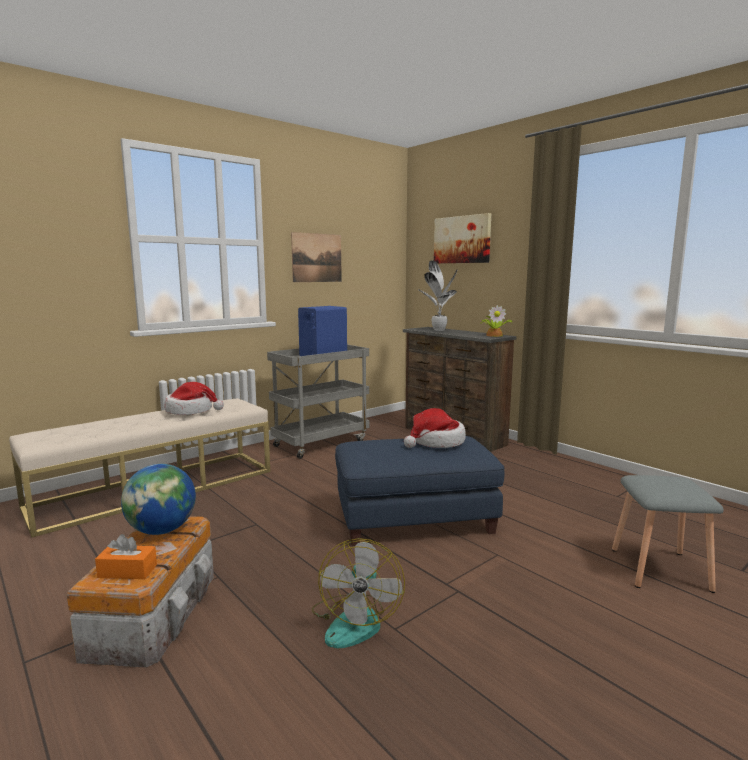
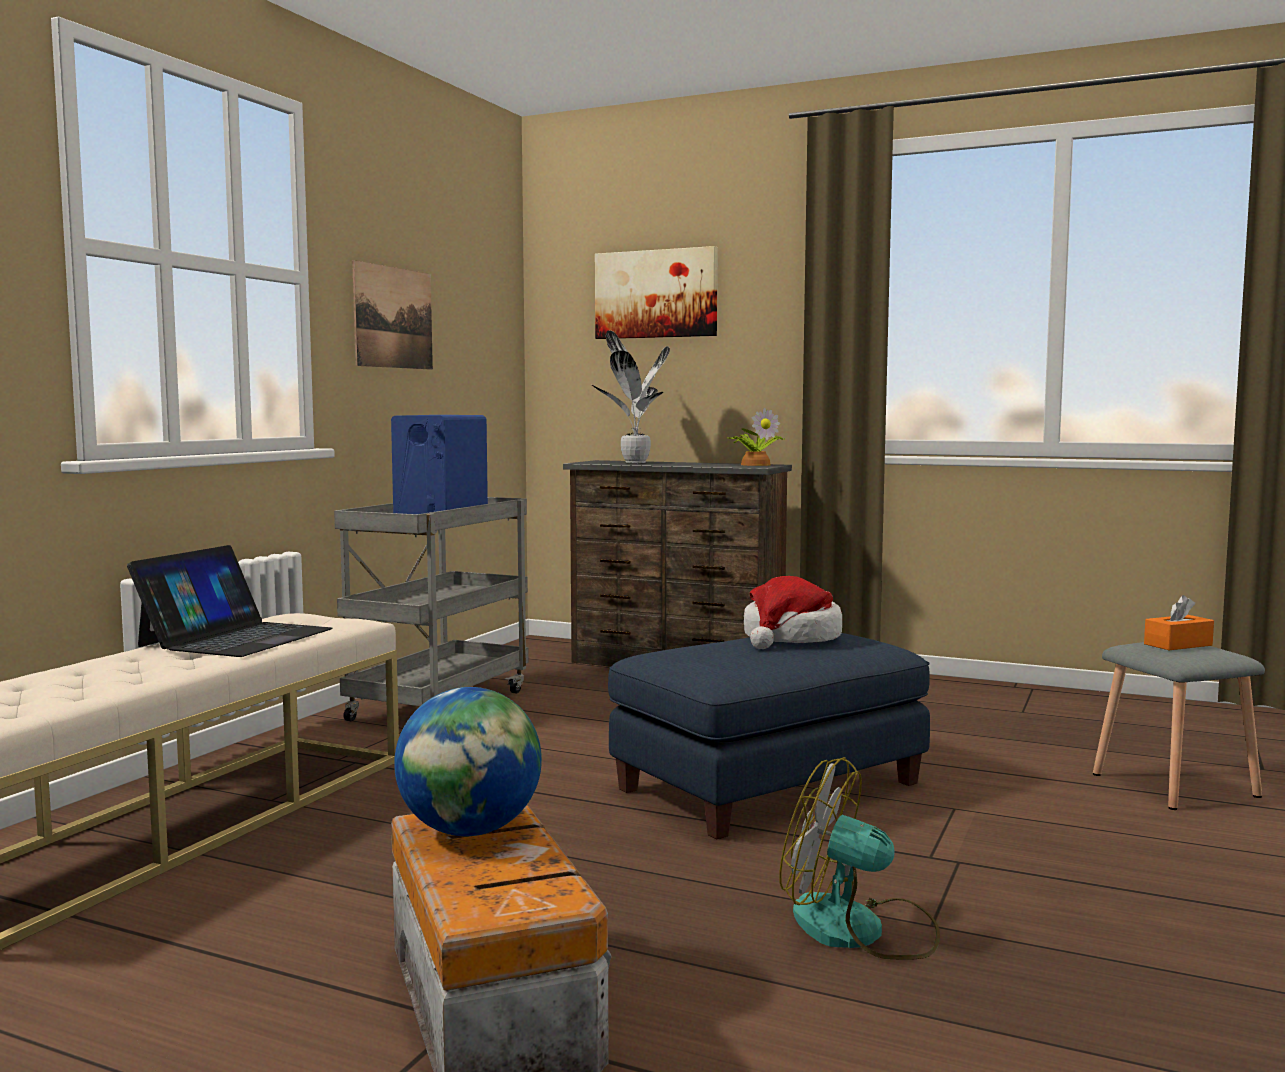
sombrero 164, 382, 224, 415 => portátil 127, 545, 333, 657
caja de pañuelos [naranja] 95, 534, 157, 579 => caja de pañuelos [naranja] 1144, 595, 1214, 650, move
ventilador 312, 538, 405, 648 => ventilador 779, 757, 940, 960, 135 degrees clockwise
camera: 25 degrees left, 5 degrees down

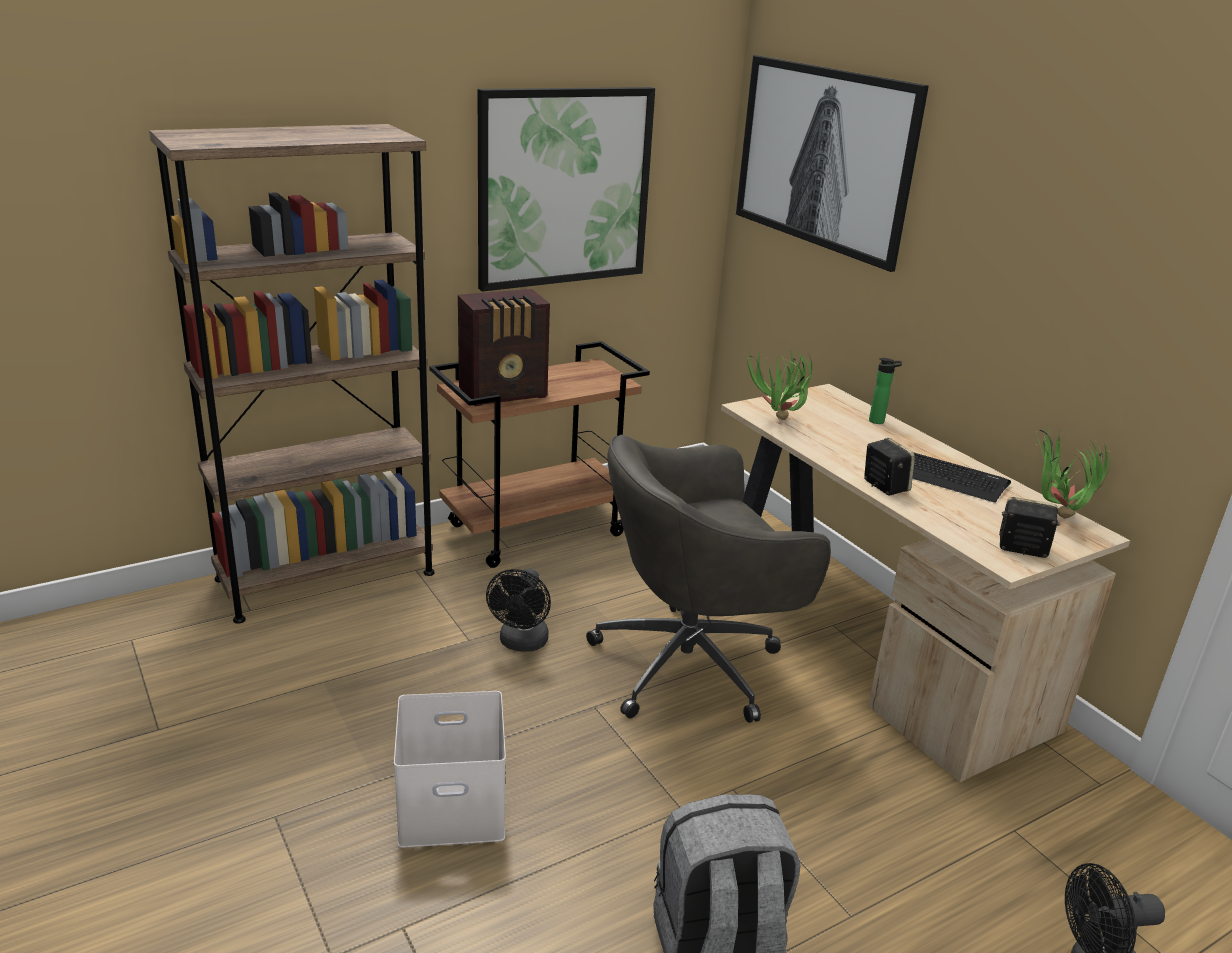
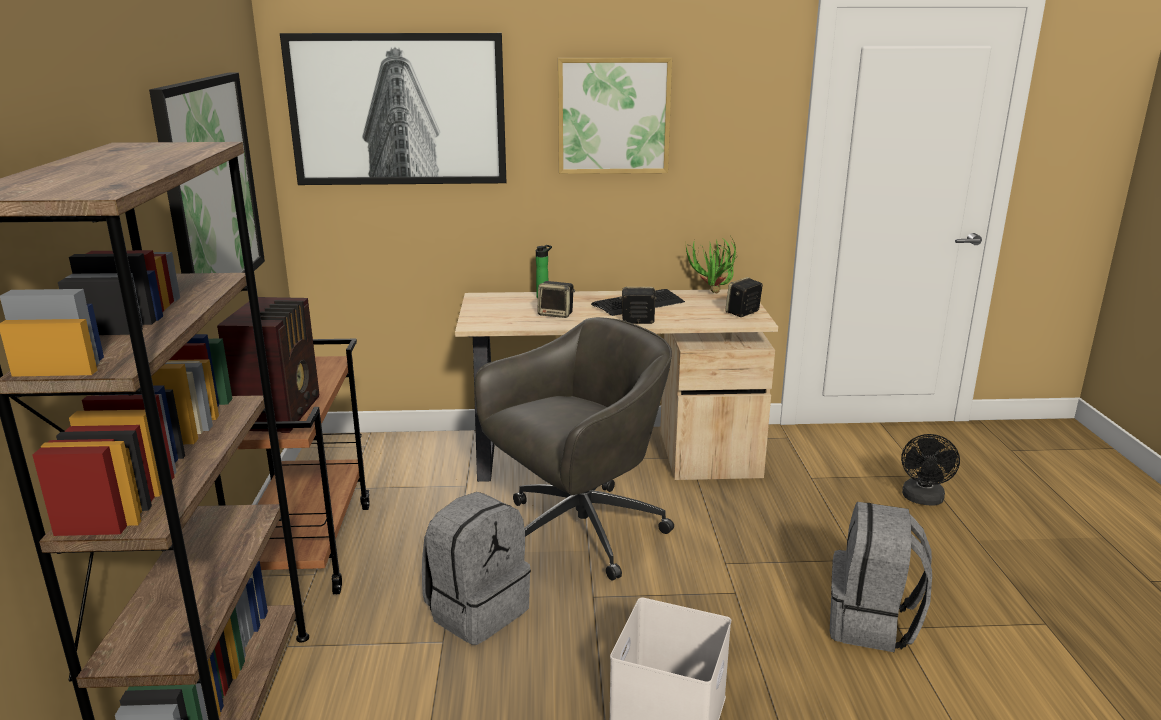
planta en maceta 747, 350, 812, 420 => nothing
silla de oficina [gris] 586, 435, 831, 723 => silla de oficina [gris] 474, 317, 674, 580, 135 degrees counterclockwise
ventilador [negro] 486, 569, 551, 652 => mochila [gris] 422, 492, 531, 645
nothing => cuadro 558, 58, 672, 174
nothing => altavoz 537, 281, 575, 318
camera: 60 degrees left, 5 degrees down

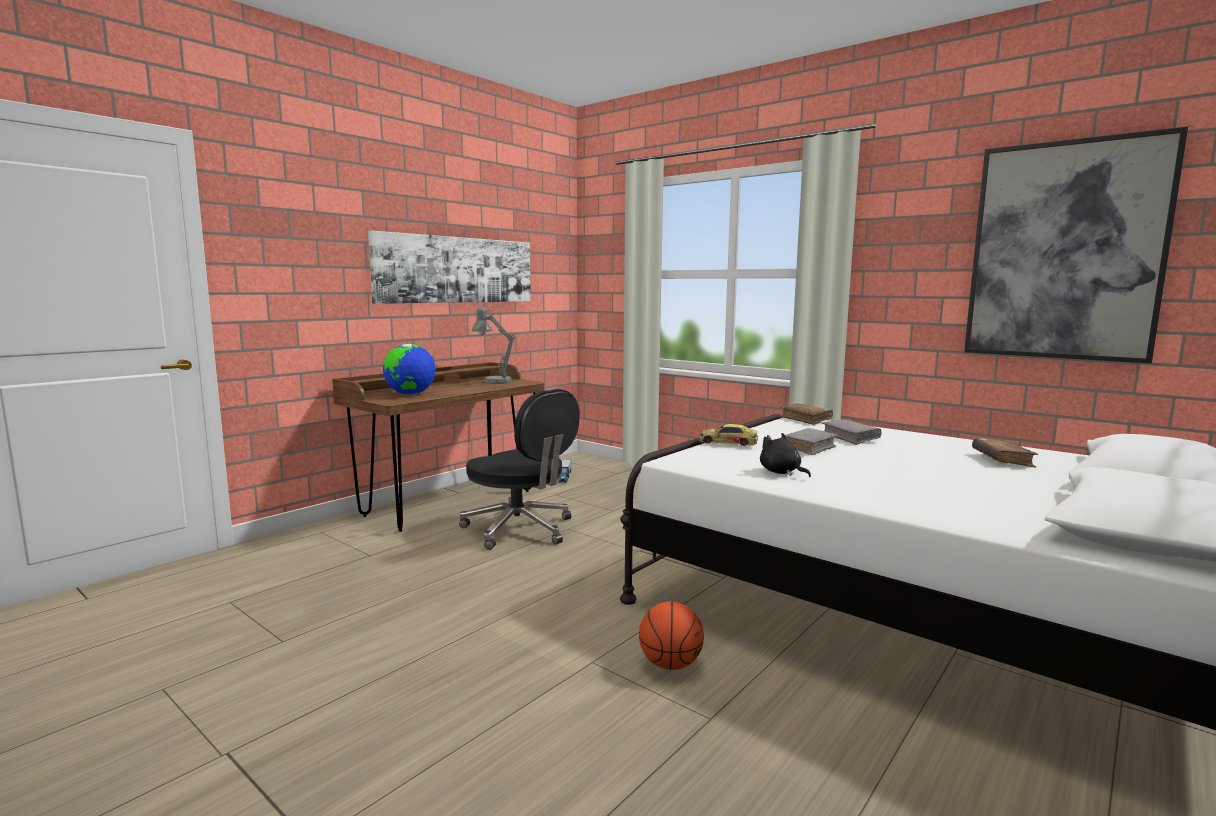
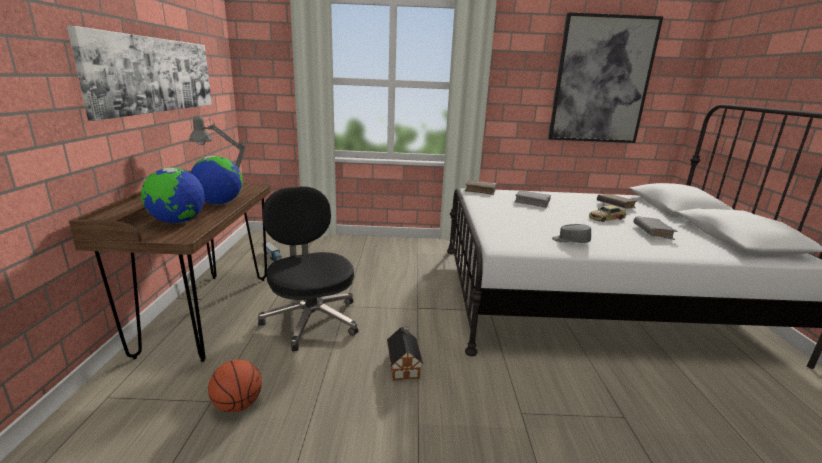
silla de oficina [negro] 459, 389, 580, 550 => silla de oficina [negro] 258, 186, 358, 352, 120 degrees counterclockwise
coche de juguete 699, 424, 758, 446 => coche de juguete 589, 205, 626, 222, move
libro [gris] 781, 428, 838, 455 => libro [gris] 633, 216, 677, 240, move
peluche [negro] 760, 433, 811, 477 => gorra [gris] 552, 224, 591, 243
balón de baloncesto 639, 602, 704, 670 => balón de baloncesto 208, 360, 262, 412, move
nothing => globo terráqueo 190, 156, 243, 205
nothing => casita 387, 327, 423, 381
camera: 40 degrees left, 10 degrees up

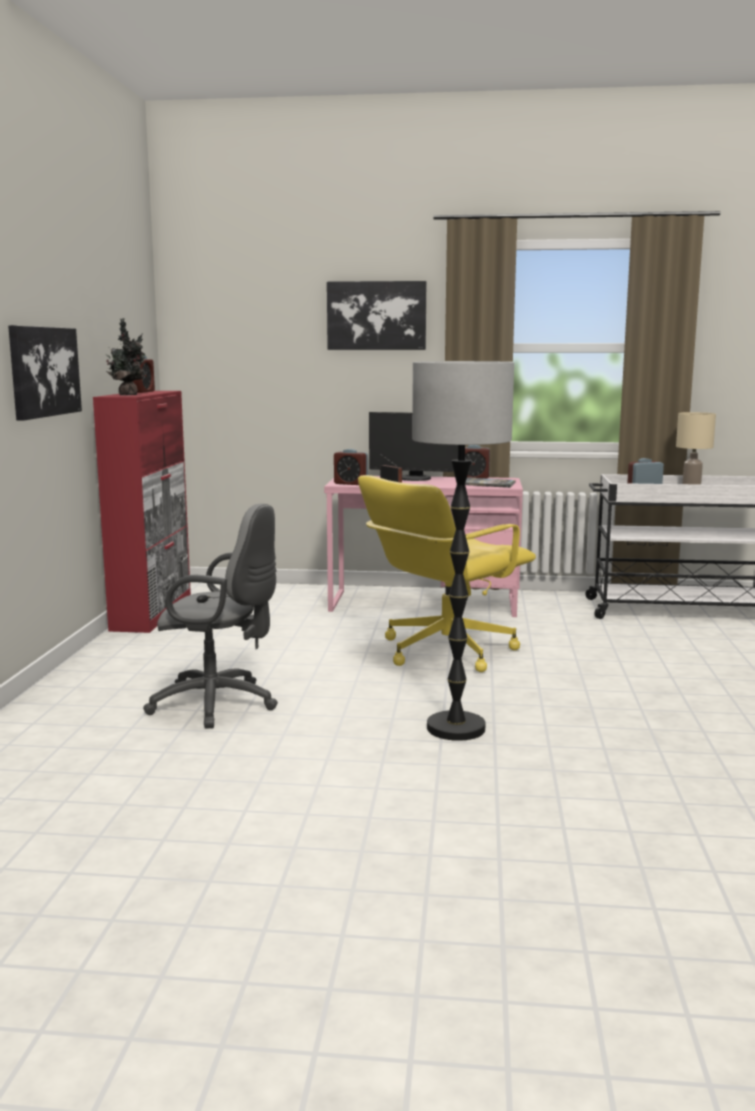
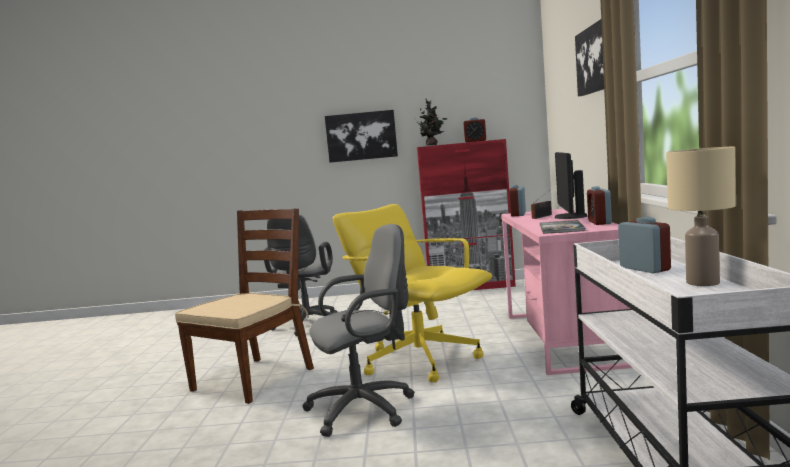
lámpara de pie 412, 361, 514, 741 => silla [marrón] 175, 208, 314, 404
nothing => silla de oficina [gris] 302, 224, 415, 437
camera: 85 degrees right, 5 degrees down

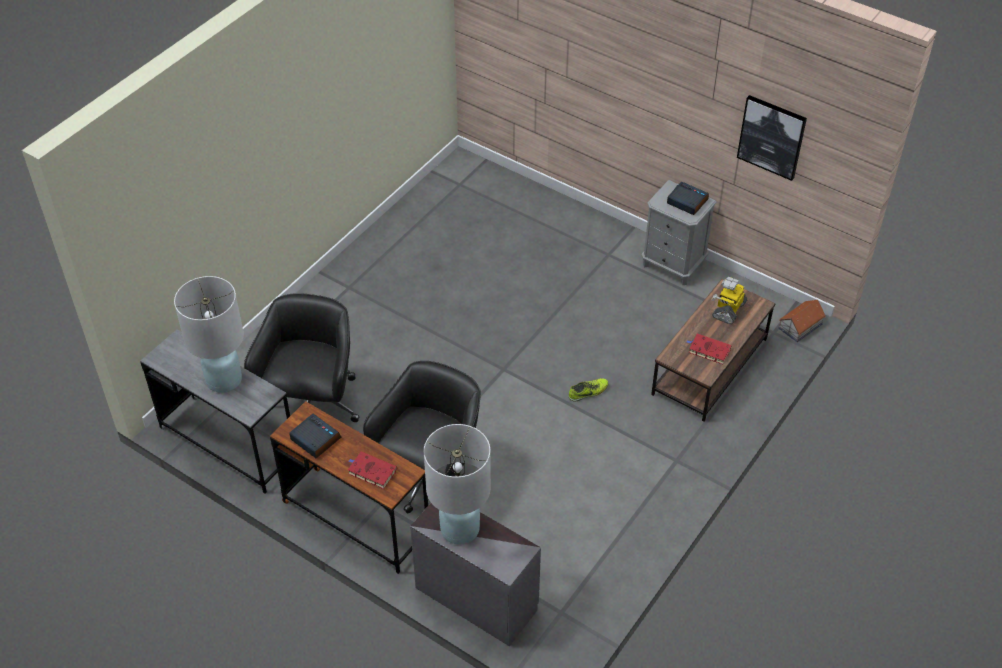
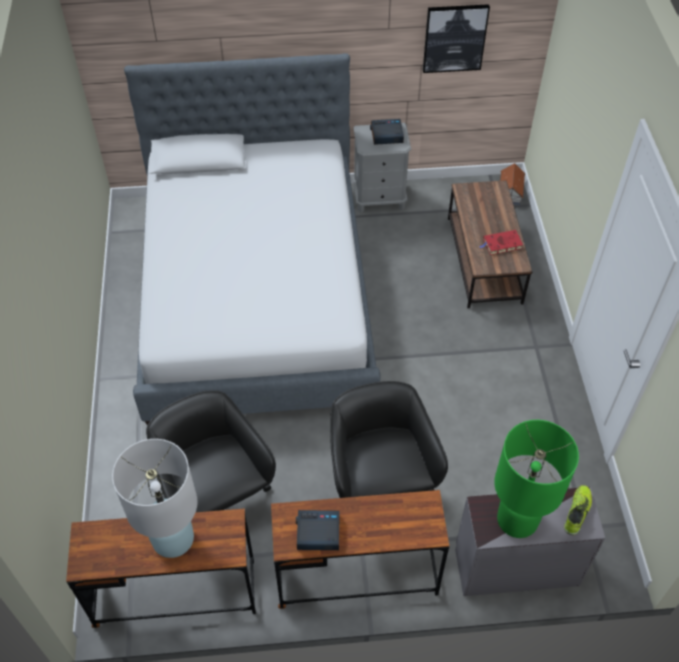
robot de juguete 711, 277, 747, 324 => nothing
escritorio [gris] 140, 330, 290, 493 => escritorio [marrón] 66, 508, 256, 628
zapato 569, 378, 609, 402 => zapato 564, 485, 592, 535, move
lámpara de mesa [blanco] 423, 424, 491, 544 => lámpara de mesa [verde] 494, 420, 579, 538
libro [rojo] 348, 451, 397, 489 => nothing
nothing => cama 124, 53, 381, 426
camera: 40 degrees left, 5 degrees up

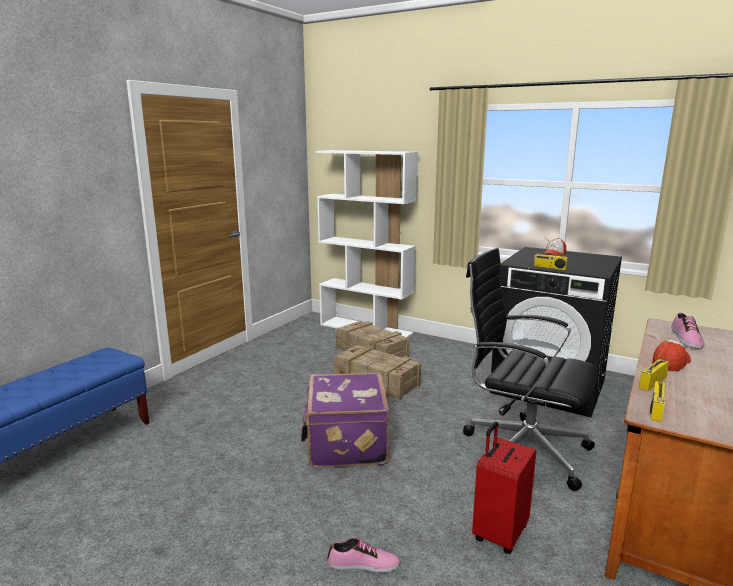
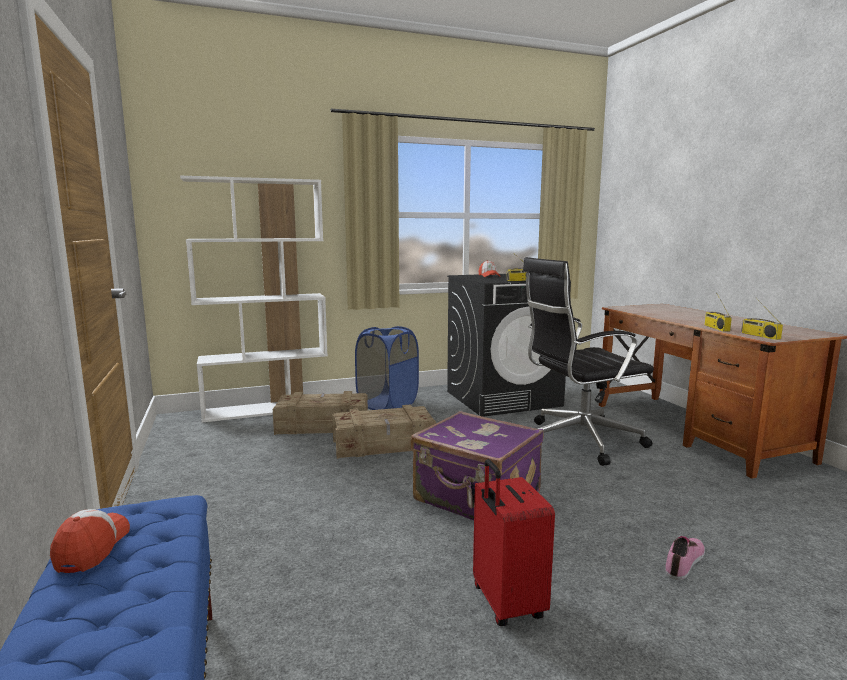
zapato 671, 313, 704, 349 => nothing
gorra 652, 340, 691, 371 => gorra 50, 509, 130, 573, move
maleta [rojo] 472, 422, 536, 554 => maleta [rojo] 473, 459, 555, 626, move
nothing => cesto de la ropa [azul] 355, 326, 419, 410
camera: 50 degrees left, 5 degrees down

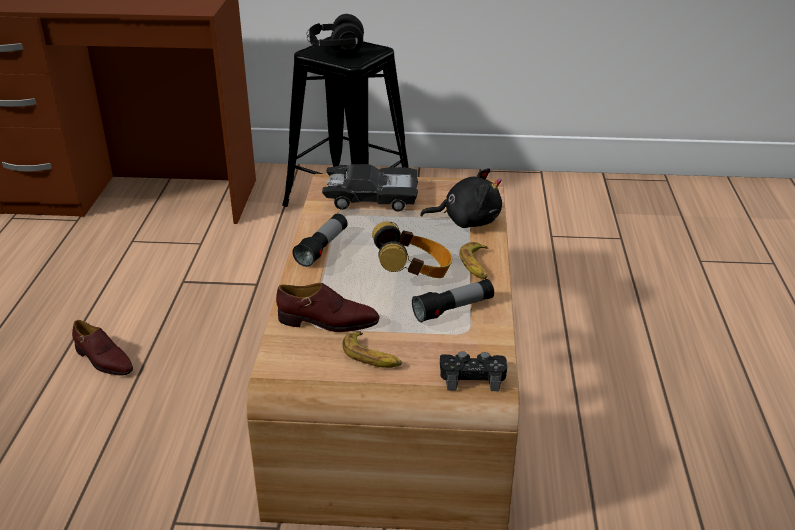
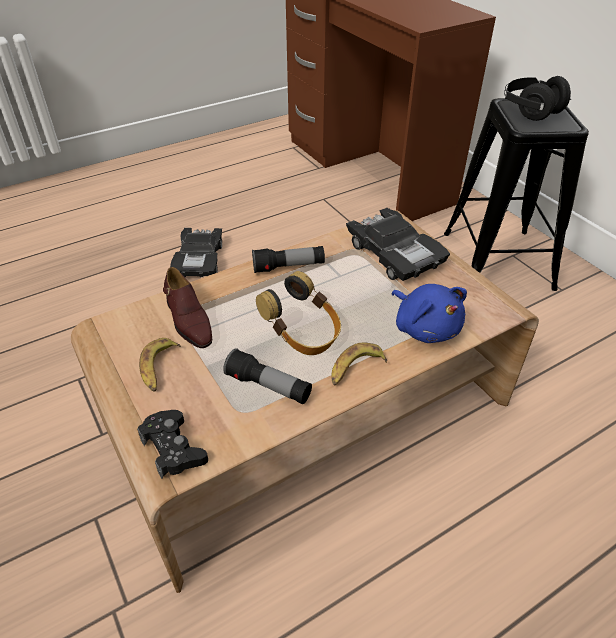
peluche [negro] 420, 168, 502, 228 => peluche [azul] 392, 284, 467, 343
zapato [marrón] 72, 320, 133, 376 => coche de juguete [negro] 170, 228, 222, 277
camera: 55 degrees right, 10 degrees up

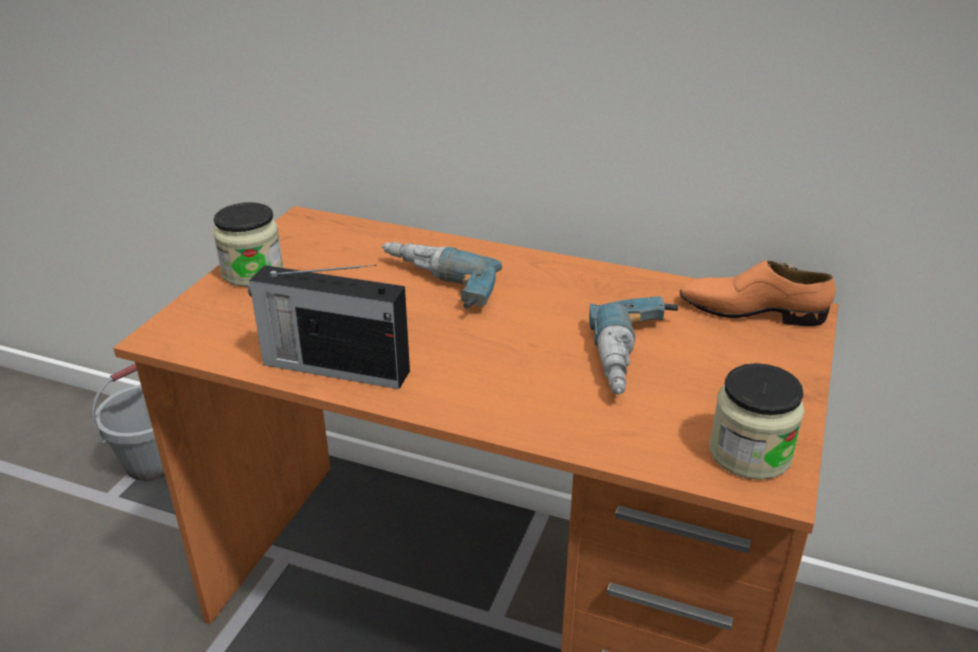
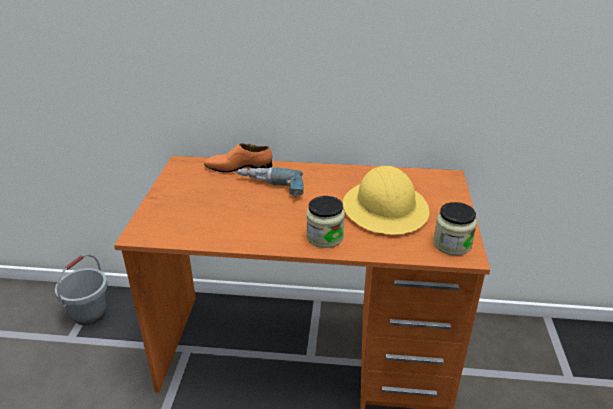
tarro 213, 202, 283, 287 => tarro 307, 196, 345, 248, move
zapato [naranja] 680, 260, 836, 326 => zapato [naranja] 204, 143, 272, 173, move
radio 248, 265, 410, 389 => nothing
taladro 589, 296, 678, 394 => casco [amarillo] 343, 166, 429, 235
camera: 15 degrees left, 0 degrees up

